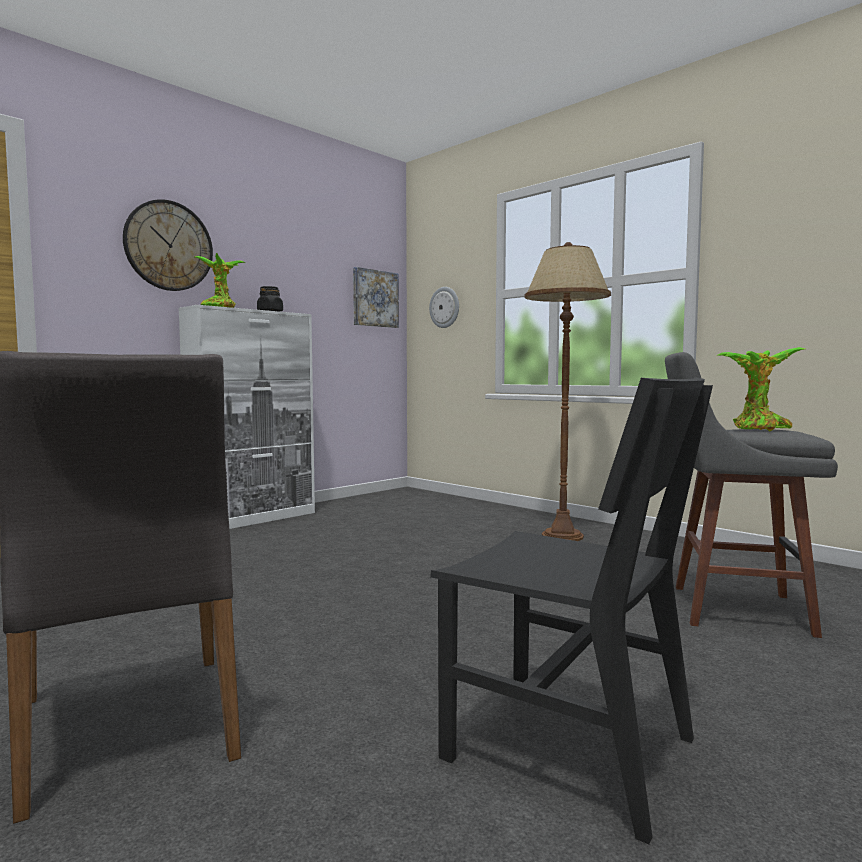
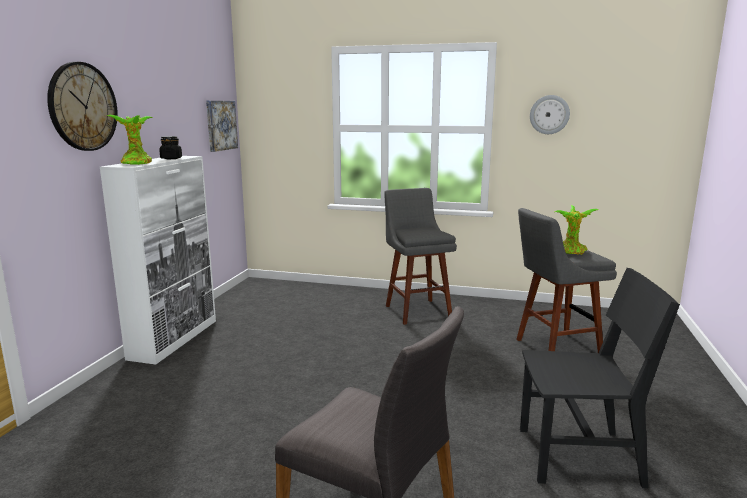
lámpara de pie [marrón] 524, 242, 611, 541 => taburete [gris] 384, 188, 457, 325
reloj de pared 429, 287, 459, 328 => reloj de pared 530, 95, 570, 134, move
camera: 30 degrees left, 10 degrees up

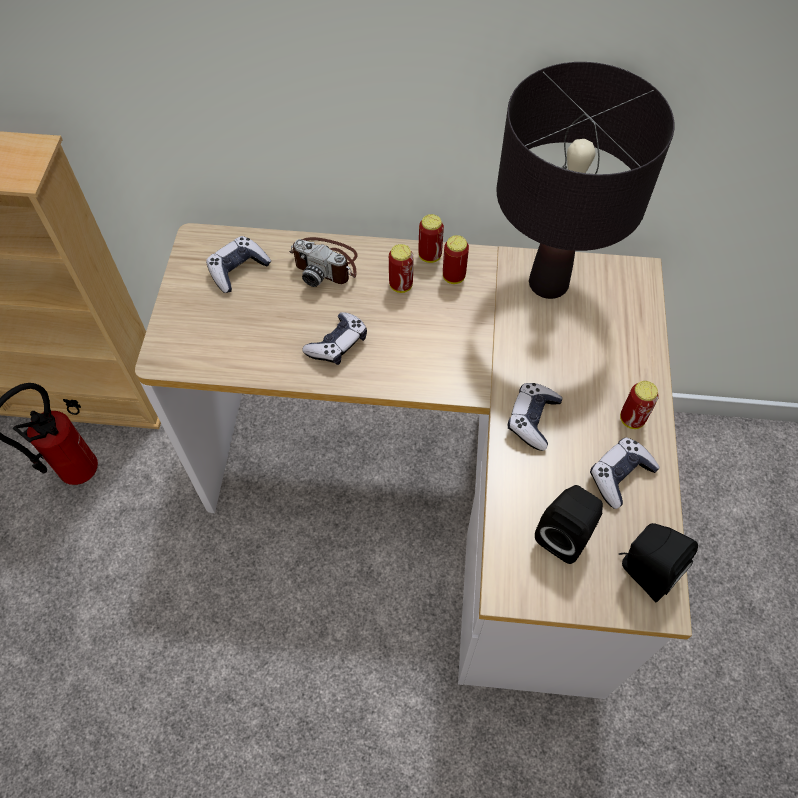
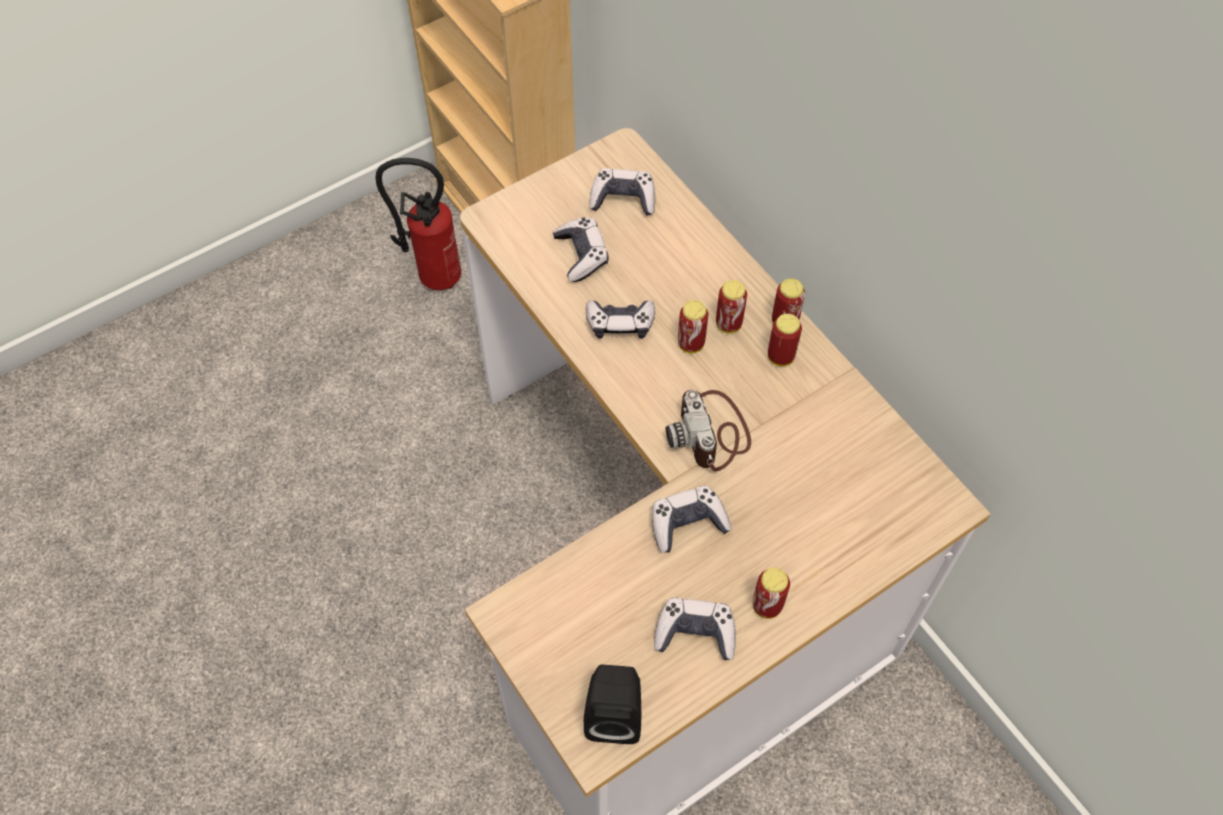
lámpara de mesa [negro] 497, 62, 674, 299 => nothing
cámara 289, 237, 358, 287 => cámara 666, 390, 751, 471, move
altavoz [negro] 535, 485, 603, 564 => nothing
nothing => mando de consola 553, 217, 609, 282
nothing => lata 678, 300, 708, 354
camera: 50 degrees right, 0 degrees up

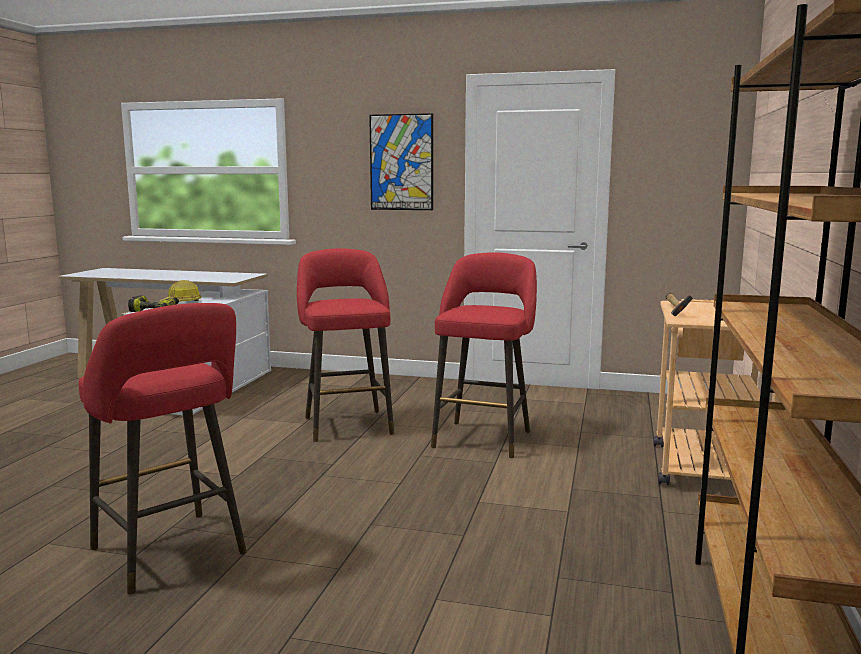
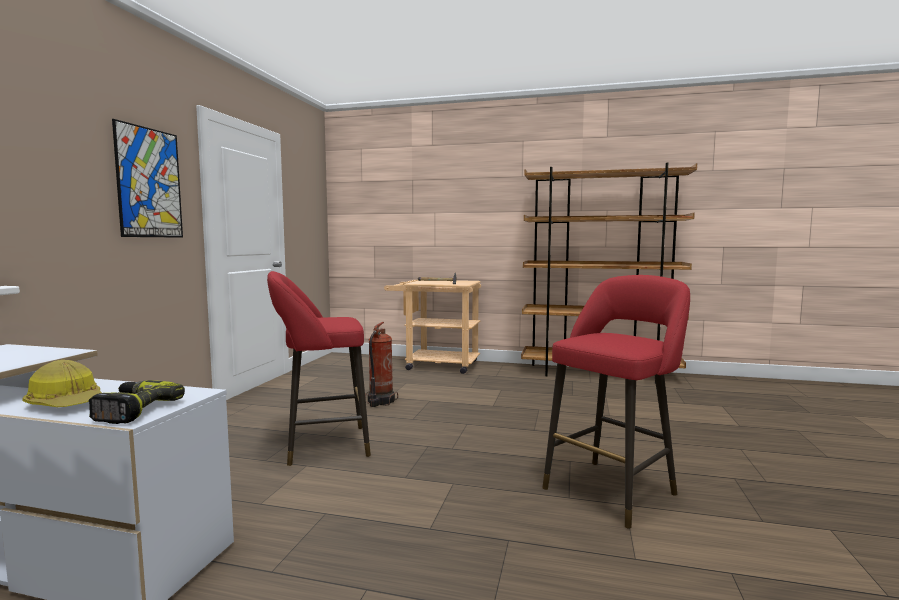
taburete [rojo] 431, 252, 537, 458 => extintor 365, 322, 398, 407
camera: 90 degrees left, 5 degrees down

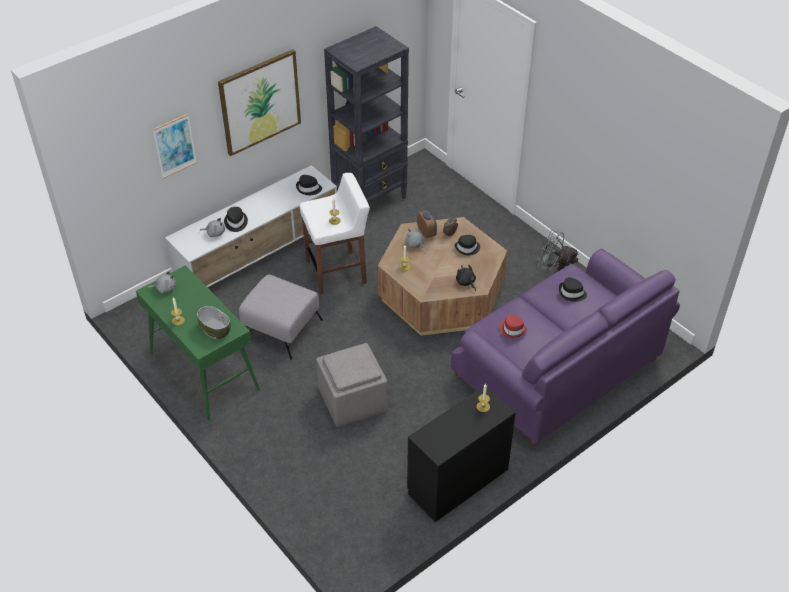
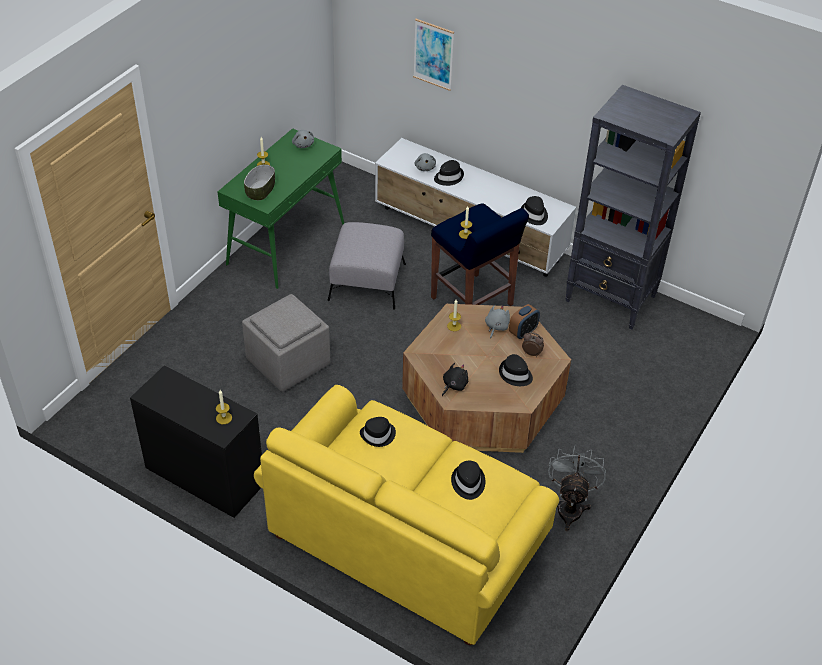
cuadro 218, 49, 301, 156 => nothing
taburete [blanco] 299, 173, 370, 295 => taburete [azul] 431, 203, 529, 306
sofá [morado] 451, 249, 680, 445 => sofá [amarillo] 254, 385, 559, 645
sombrero [rojo] 500, 315, 527, 338 => sombrero [negro] 360, 417, 396, 447
camera: 70 degrees right, 0 degrees up

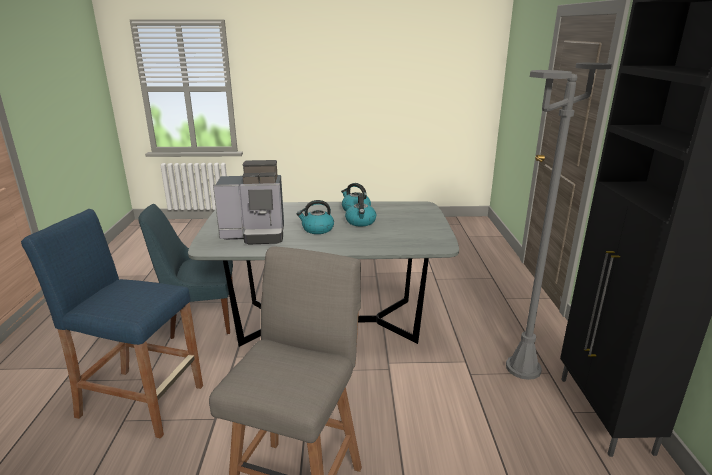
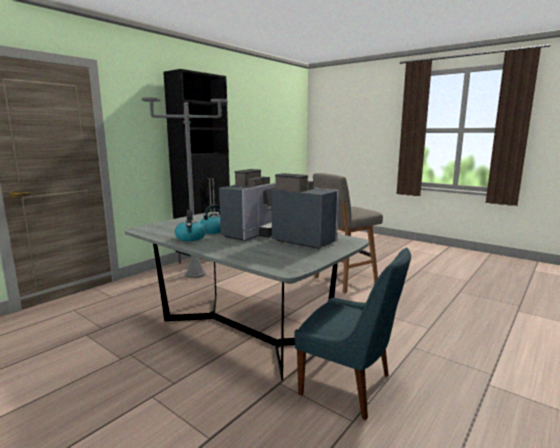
hervidor 296, 200, 334, 234 => cafetera 219, 169, 275, 241
taburete [azul] 21, 209, 203, 439 => nothing
camera: 140 degrees left, 10 degrees down

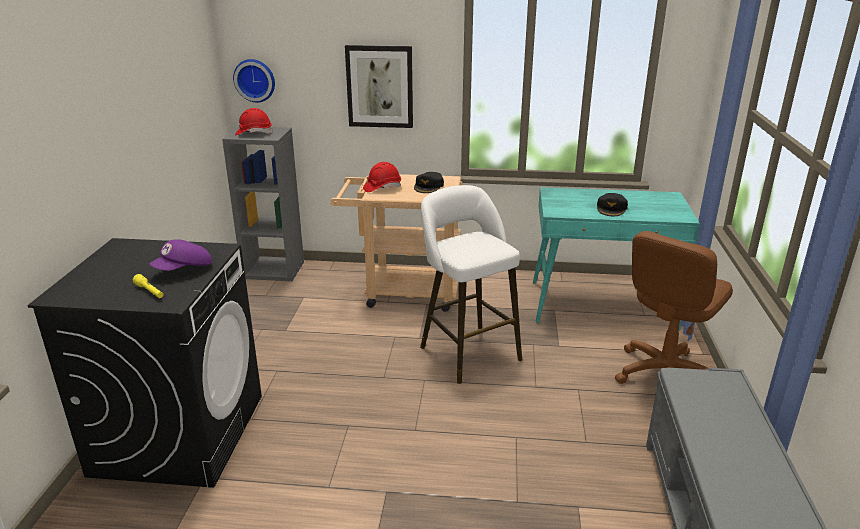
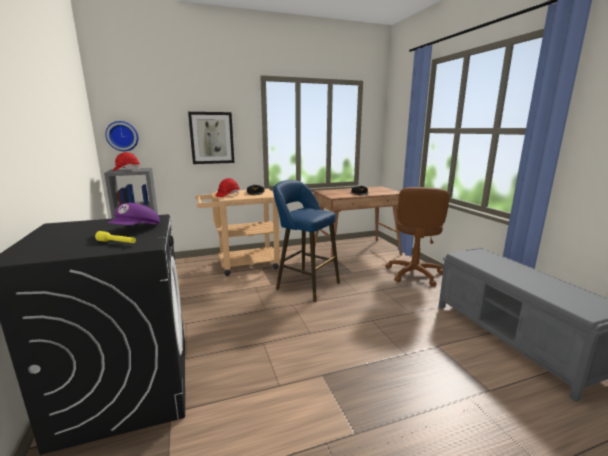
taburete [blanco] 420, 185, 522, 384 => taburete [azul] 273, 180, 340, 302
escritorio [turquesa] 533, 187, 700, 331 => escritorio [marrón] 314, 186, 402, 265
camera: 25 degrees left, 10 degrees down

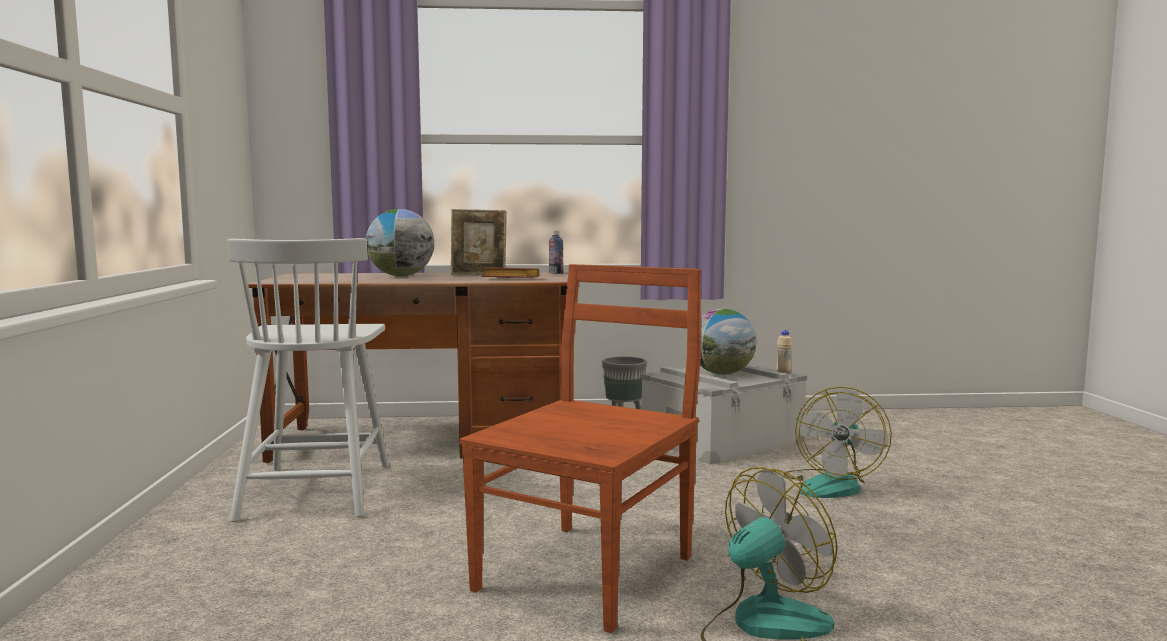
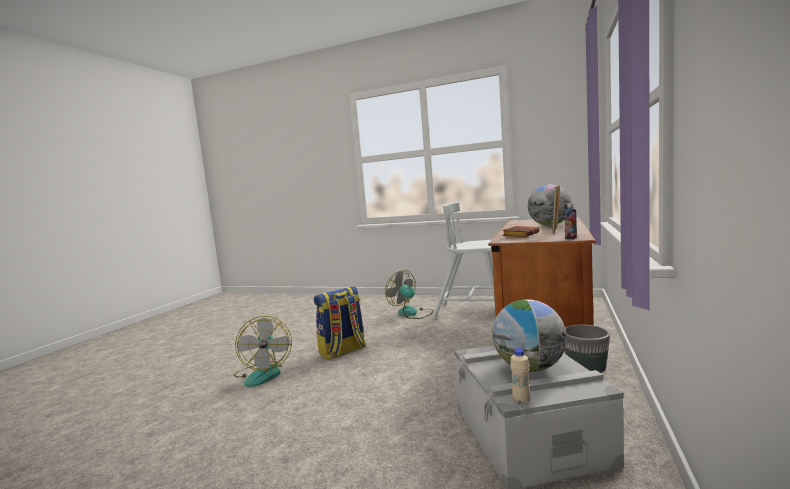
silla [marrón] 459, 264, 701, 633 => mochila 314, 286, 366, 360
ventilador 783, 387, 892, 498 => ventilador 385, 270, 433, 319, move
camera: 115 degrees right, 0 degrees up

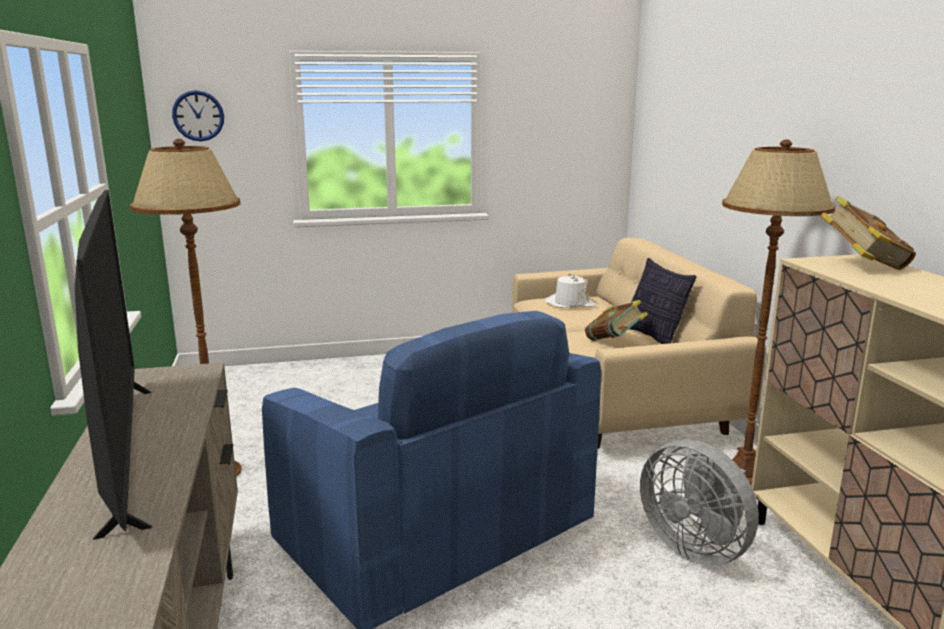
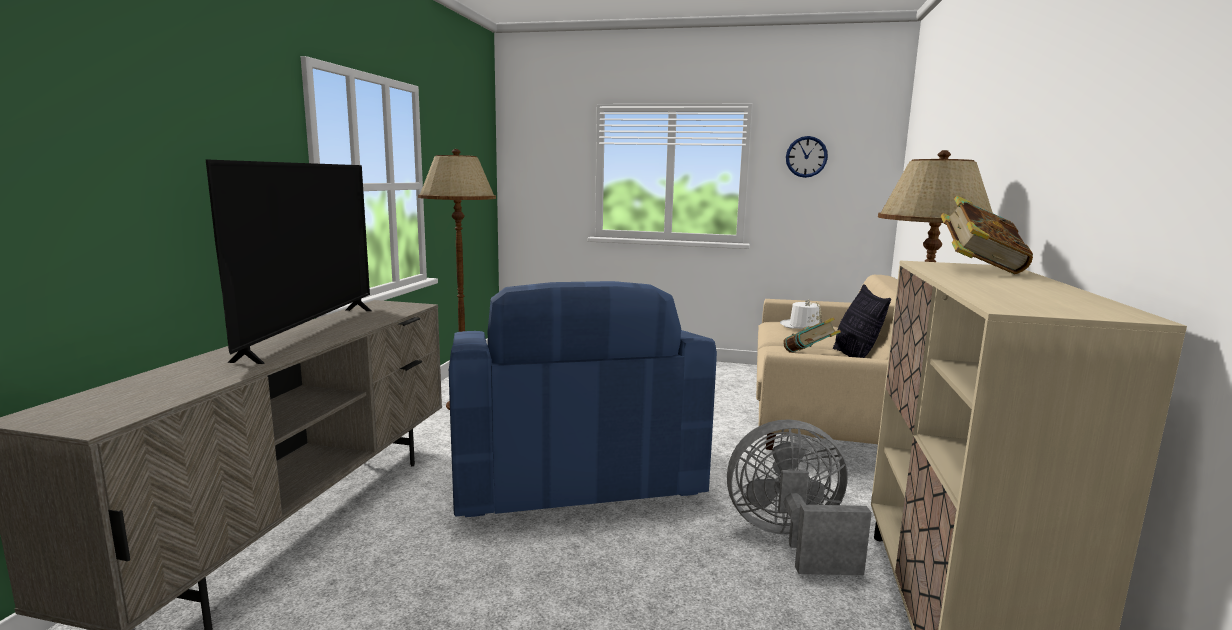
reloj de pared 172, 90, 224, 141 => reloj de pared 786, 136, 828, 178, move
ventilador [gris] 640, 439, 759, 566 => ventilador [gris] 727, 419, 872, 575, 105 degrees clockwise
camera: 25 degrees right, 5 degrees down

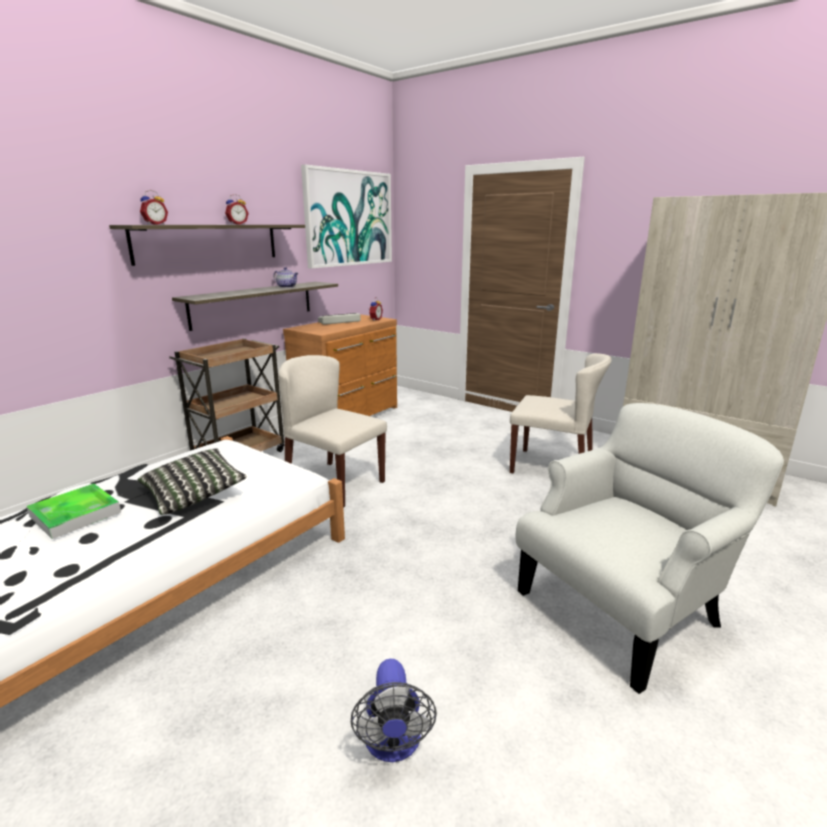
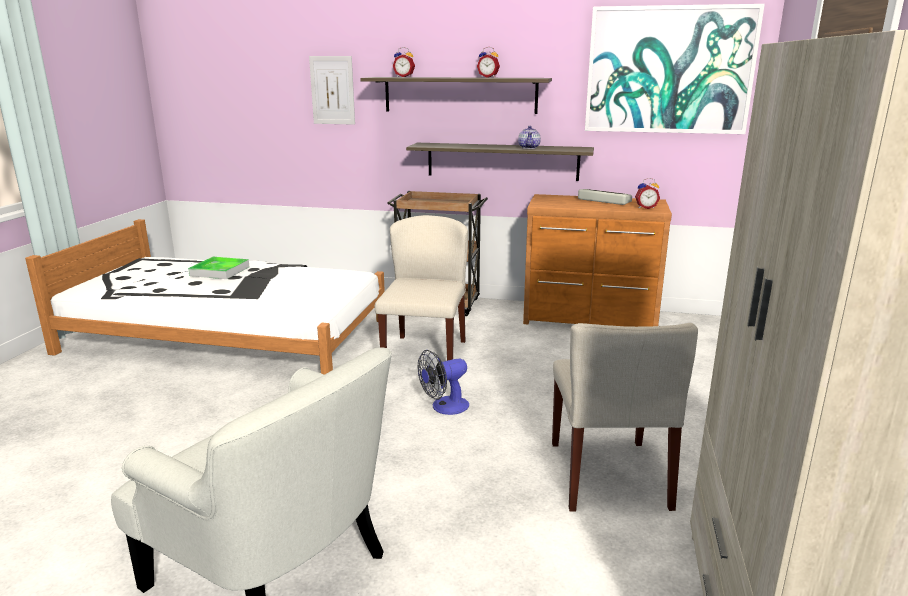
cojín 138, 448, 247, 515 => nothing
ventilador 351, 659, 437, 762 => ventilador 418, 350, 469, 415, move
nothing => cuadro 309, 56, 355, 125
camera: 65 degrees right, 0 degrees up

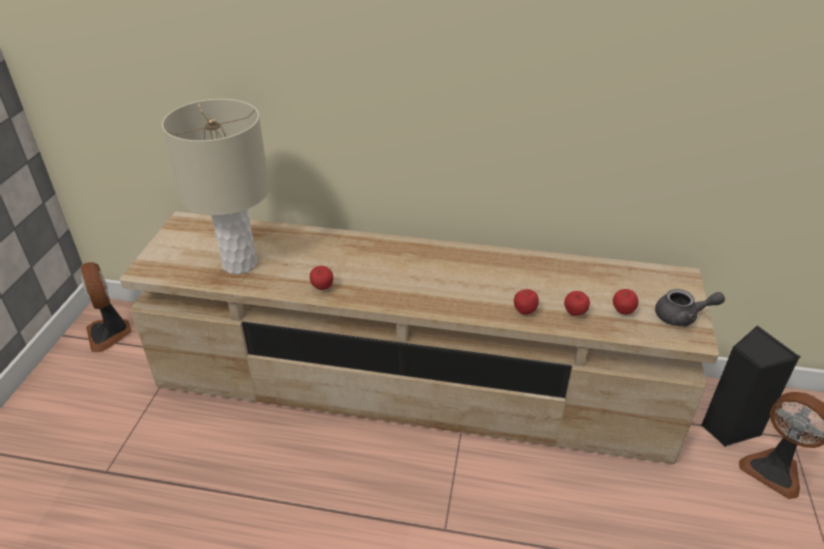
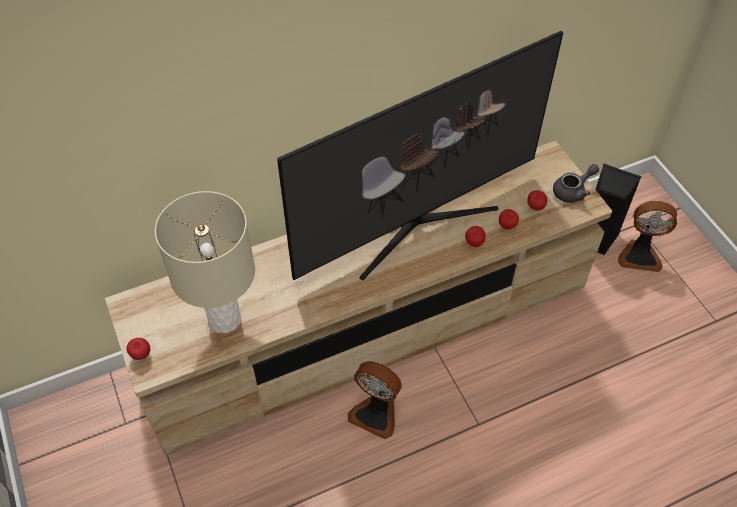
ventilador 81, 262, 132, 352 => ventilador 348, 361, 402, 439, move
manzana 310, 266, 333, 290 => manzana 127, 338, 150, 360, move
nothing => televisor 277, 31, 563, 280
camera: 35 degrees left, 15 degrees up

